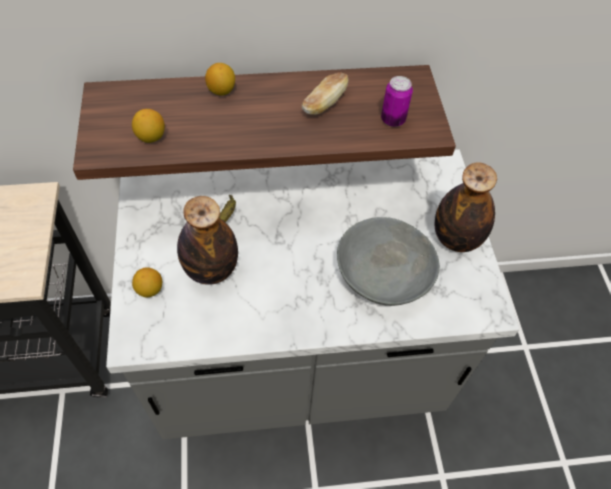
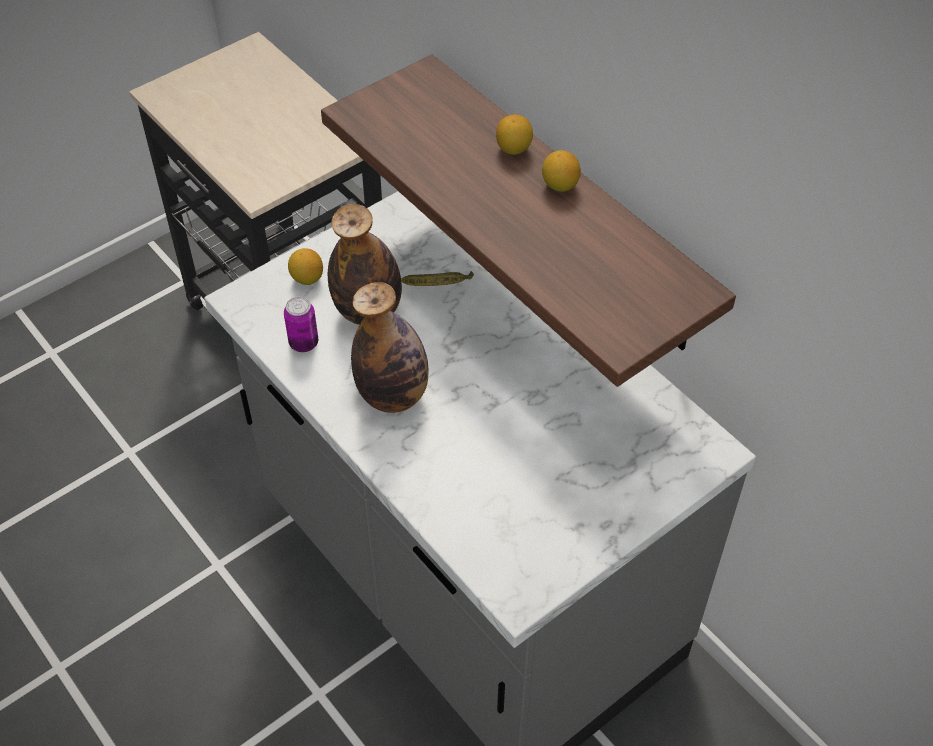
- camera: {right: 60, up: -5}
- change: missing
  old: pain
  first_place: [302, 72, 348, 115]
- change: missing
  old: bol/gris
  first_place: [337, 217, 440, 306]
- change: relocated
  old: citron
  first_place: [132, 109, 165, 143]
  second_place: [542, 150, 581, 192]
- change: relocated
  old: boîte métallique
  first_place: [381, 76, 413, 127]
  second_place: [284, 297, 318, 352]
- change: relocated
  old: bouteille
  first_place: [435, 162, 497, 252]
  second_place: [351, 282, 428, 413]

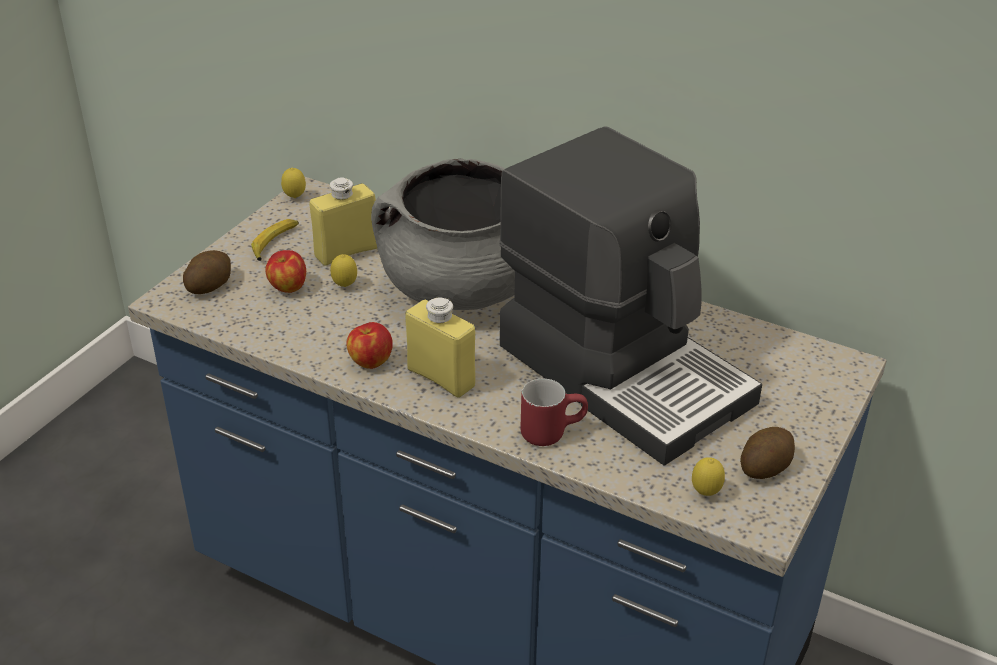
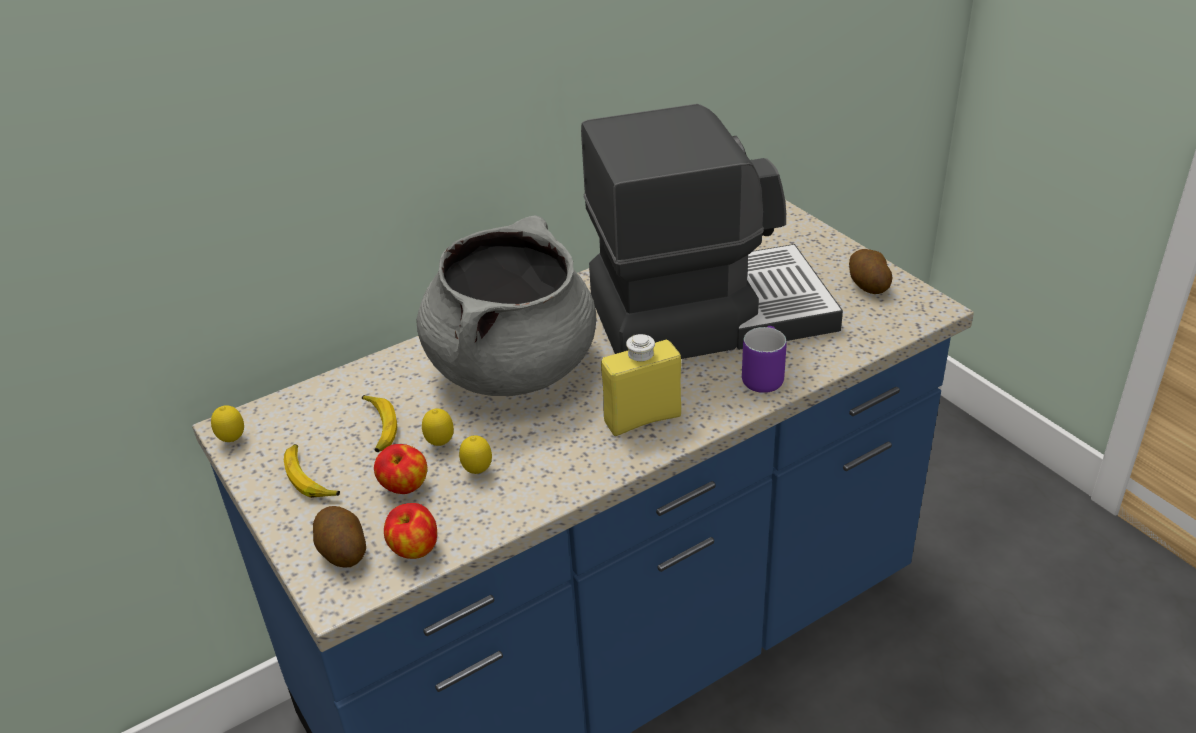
- camera: {right: -60, up: 0}
- change: relocated
  old: pomme
  first_place: [346, 322, 393, 369]
  second_place: [384, 503, 437, 559]
- change: relocated
  old: citron
  first_place: [692, 457, 725, 496]
  second_place: [459, 435, 492, 474]
- change: exchanged
  old: bouteille/jaune
  new: banane
  first_place: [310, 178, 377, 266]
  second_place: [362, 395, 397, 452]
- change: colour
  old: mug/rouge
  new: mug/violet
  first_place: [520, 379, 588, 446]
  second_place: [742, 326, 787, 393]

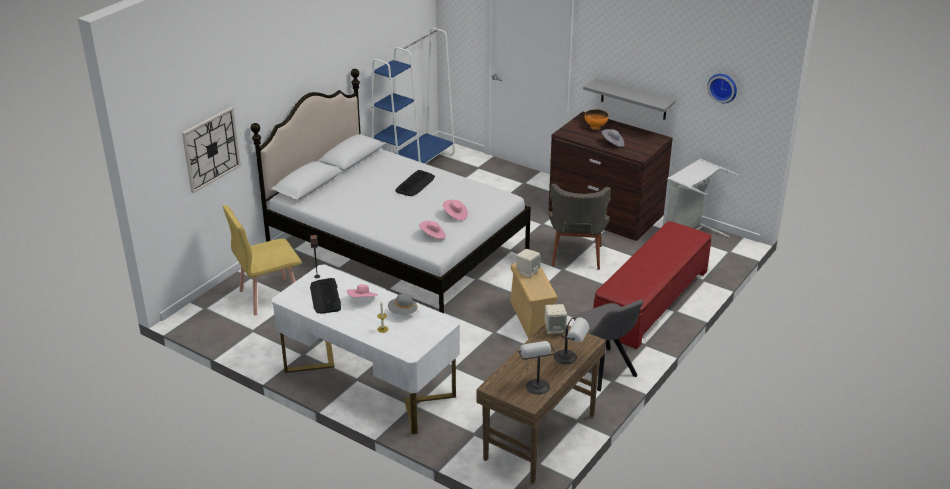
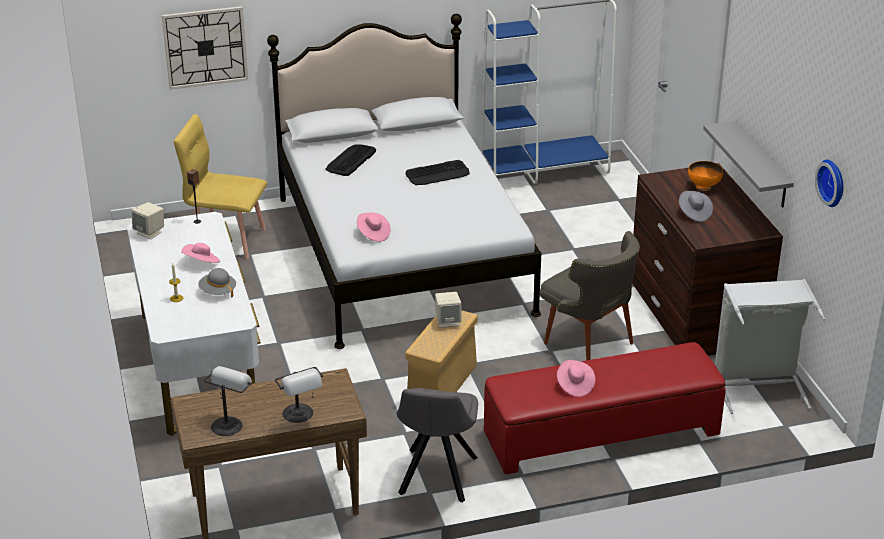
- camera: {right: 40, up: 0}
- change: relocated
  old: clavier
  first_place: [310, 278, 341, 313]
  second_place: [325, 144, 376, 176]
- change: relocated
  old: chapeau/rose
  first_place: [443, 200, 468, 220]
  second_place: [557, 360, 595, 397]
- change: relocated
  old: enceinte/beige
  first_place: [545, 304, 567, 334]
  second_place: [131, 202, 164, 239]
- change: spun
  old: chaise/gris
  first_place: [549, 183, 611, 270]
  second_place: [539, 231, 640, 360]
  degrees: -90

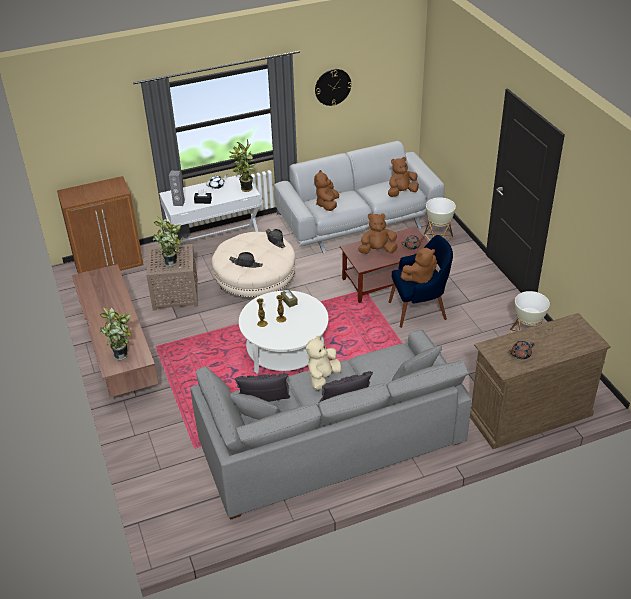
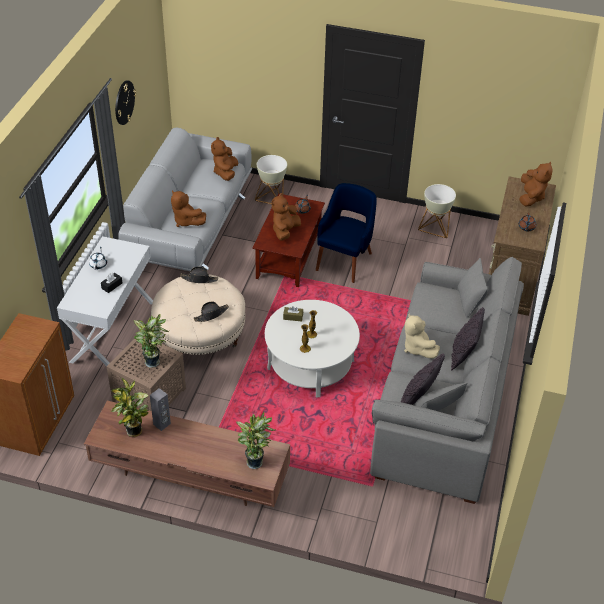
- camera: {right: -55, up: 5}
- change: relocated
  old: enceinte/gris
  first_place: [169, 171, 185, 206]
  second_place: [150, 388, 171, 431]
- change: relocated
  old: plante en pot
  first_place: [229, 139, 257, 192]
  second_place: [111, 377, 149, 437]
- change: relocated
  old: peluche/marron
  first_place: [400, 248, 437, 283]
  second_place: [519, 161, 553, 207]

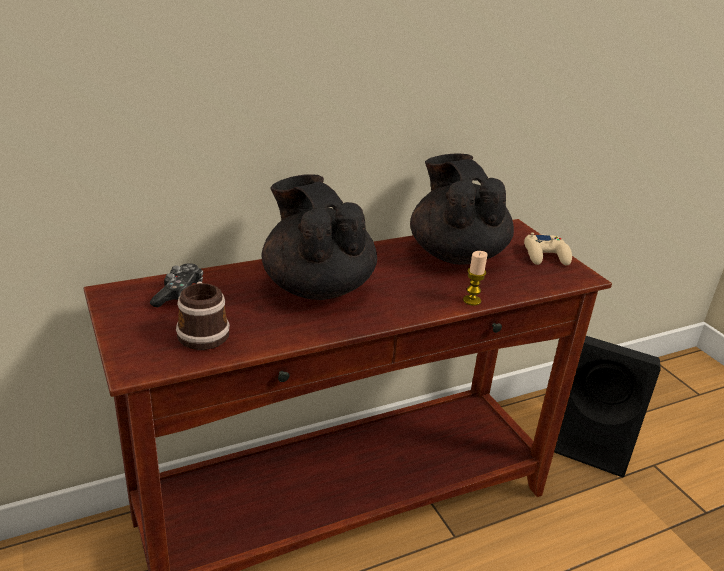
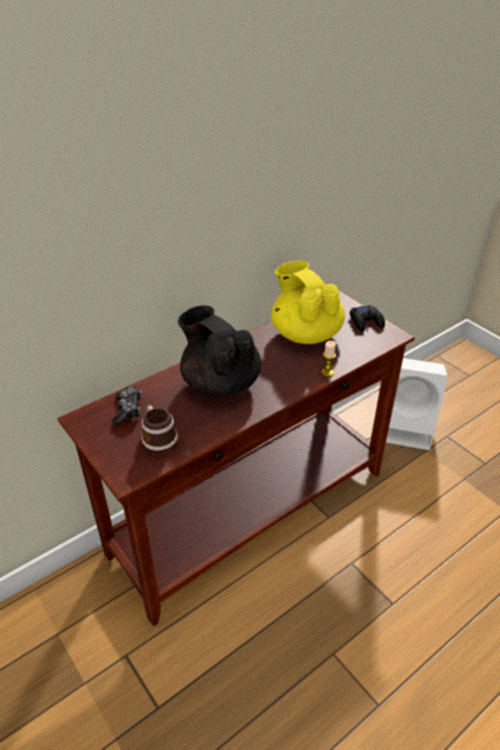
- camera: {right: -10, up: 10}
- change: colour
  old: théière/noir
  new: théière/jaune
  first_place: [410, 153, 514, 264]
  second_place: [271, 261, 345, 344]
- change: colour
  old: manette/beige
  new: manette/noir
  first_place: [524, 232, 572, 266]
  second_place: [350, 305, 385, 332]
- change: colour
  old: enceinte/noir
  new: enceinte/blanc
  first_place: [554, 336, 661, 477]
  second_place: [386, 358, 448, 450]

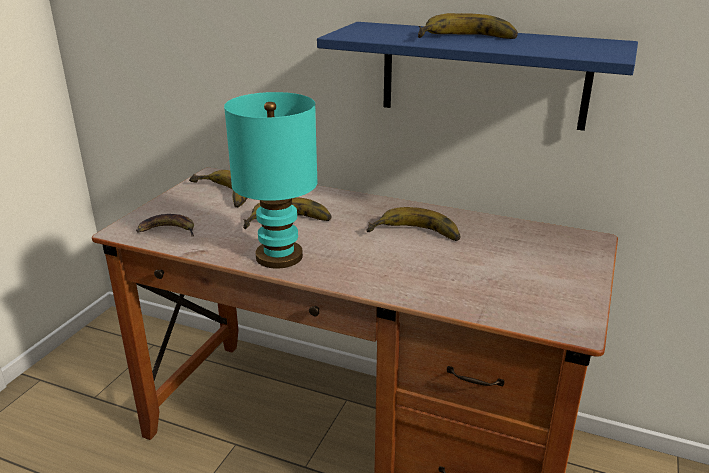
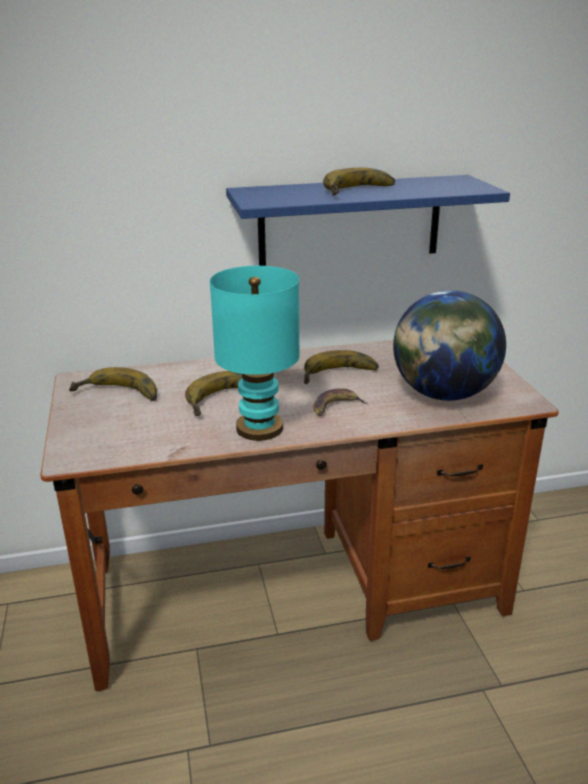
- camera: {right: -35, up: 0}
- change: appeared
  new: globe
  second_place: [393, 290, 506, 401]
- change: relocated
  old: banane
  first_place: [136, 214, 194, 236]
  second_place: [313, 388, 367, 416]

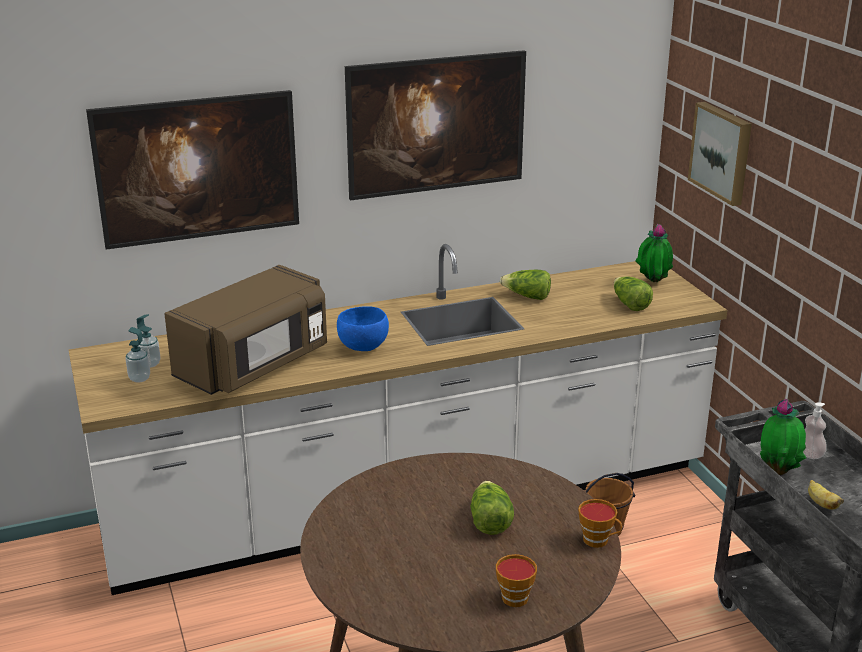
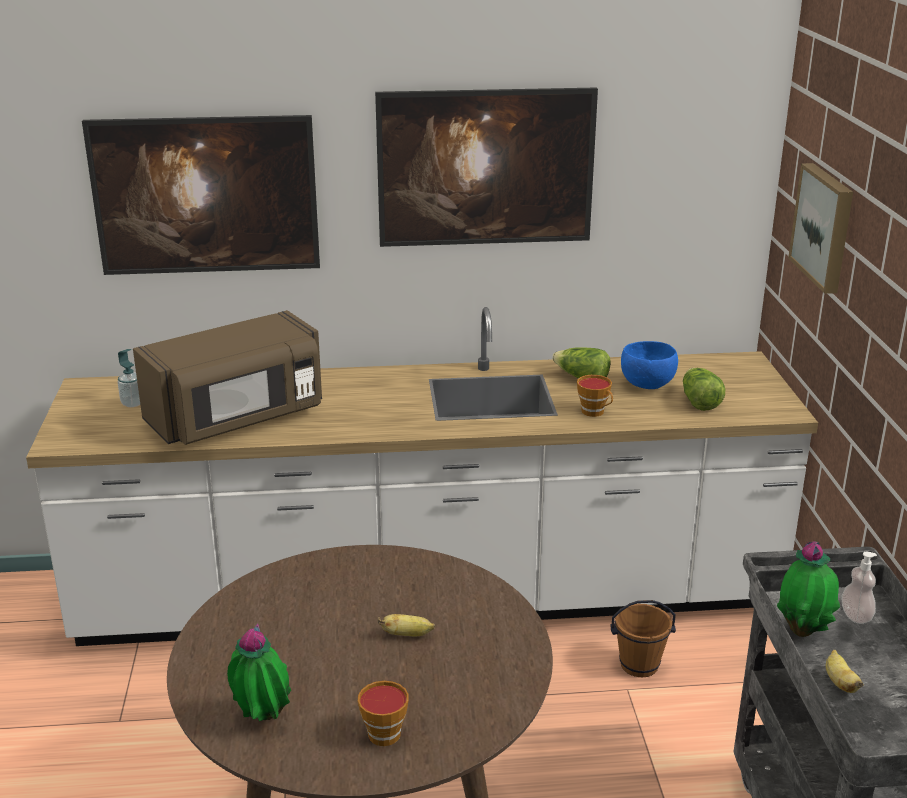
- camera: {right: 15, up: 0}
- change: missing
  old: distributeur de savon
  first_place: [126, 327, 150, 383]
- change: relocated
  old: bol/bleu
  first_place: [337, 306, 389, 351]
  second_place: [621, 341, 678, 389]
- change: relocated
  old: tasse
  first_place: [578, 499, 622, 548]
  second_place: [577, 375, 613, 417]
- change: relocated
  old: plante en pot
  first_place: [636, 223, 673, 282]
  second_place: [227, 623, 291, 721]
- change: exchanged
  old: laitue
  new: banane
  first_place: [470, 481, 514, 535]
  second_place: [378, 614, 435, 637]

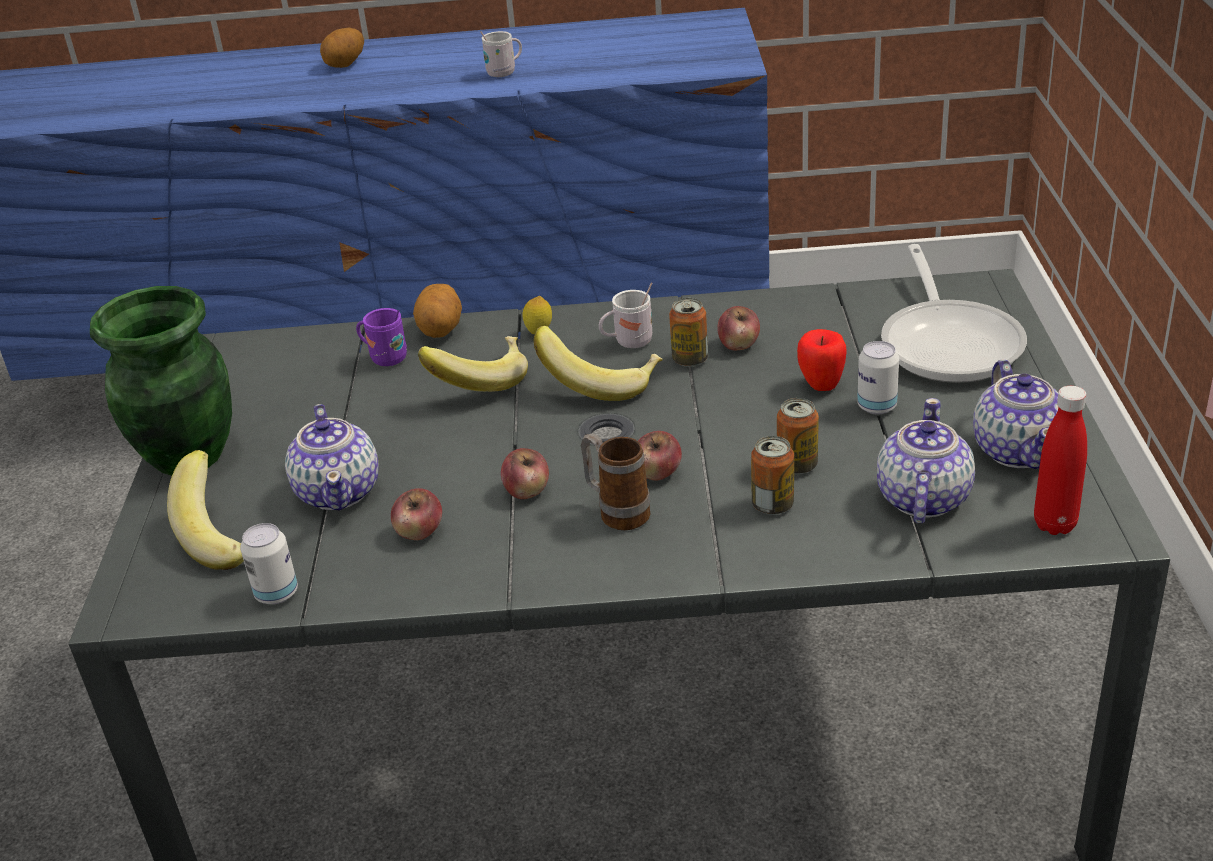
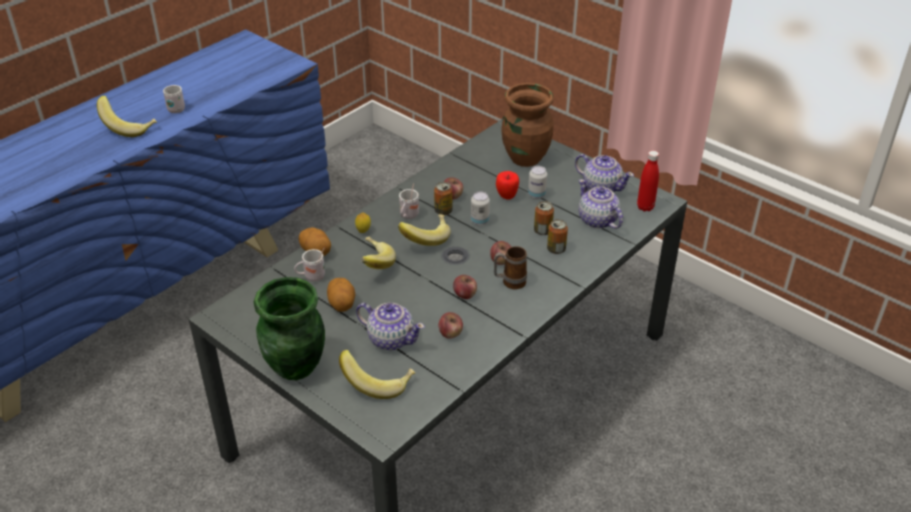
- camera: {right: -50, up: 5}
- change: appeared
  new: banane
  second_place: [97, 96, 157, 137]
- change: relocated
  old: boîte métallique
  first_place: [240, 523, 298, 604]
  second_place: [471, 191, 490, 226]
- change: relocated
  old: pomme de terre
  first_place: [320, 28, 364, 68]
  second_place: [327, 278, 356, 312]
- change: exchanged
  old: poêle
  new: vase/marron
  first_place: [881, 244, 1027, 383]
  second_place: [501, 83, 554, 167]
- change: colour
  old: mug/violet
  new: mug/blanc
  first_place: [356, 308, 407, 366]
  second_place: [294, 248, 325, 282]

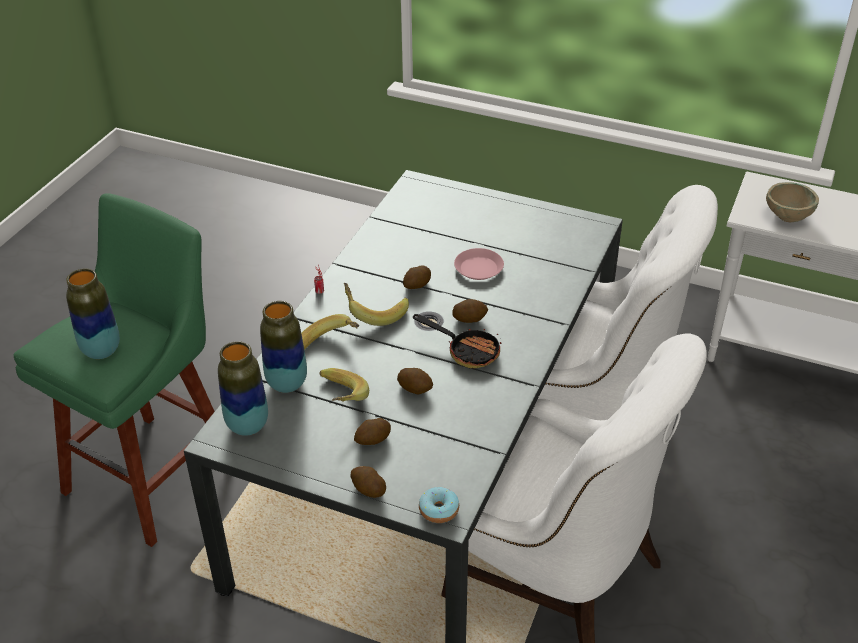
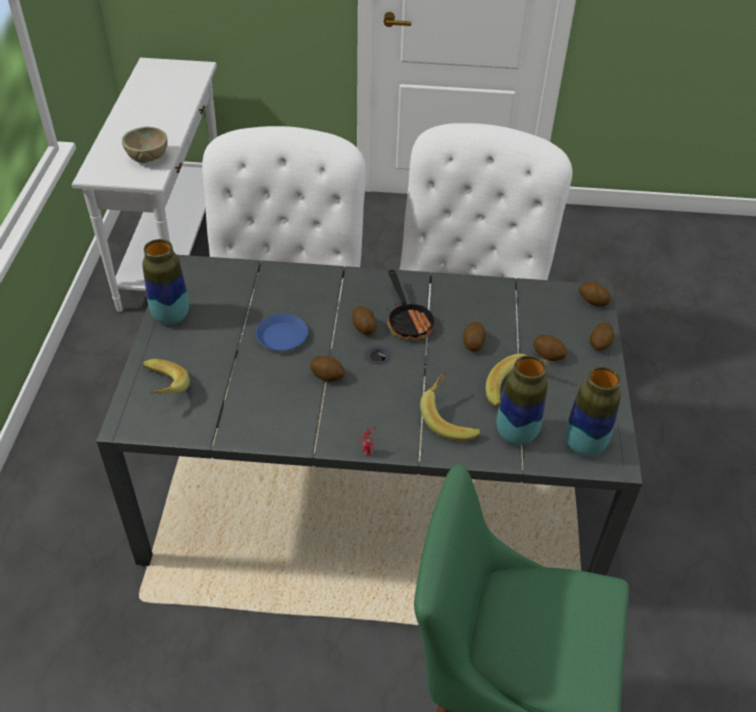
- camera: {right: -110, up: 5}
- change: relocated
  old: vase
  first_place: [66, 269, 120, 359]
  second_place: [142, 239, 189, 325]
- change: relocated
  old: banane
  first_place: [344, 283, 409, 326]
  second_place: [143, 359, 190, 395]
- change: exchanged
  old: beignet
  new: pomme de terre
  first_place: [419, 487, 459, 523]
  second_place: [579, 282, 611, 307]
- change: colour
  old: assiette/rose
  new: assiette/bleu
  first_place: [454, 248, 504, 280]
  second_place: [256, 314, 308, 351]
- change: spun
  old: poêle
  first_place: [413, 314, 501, 368]
  second_place: [387, 270, 437, 340]
  degrees: 150

